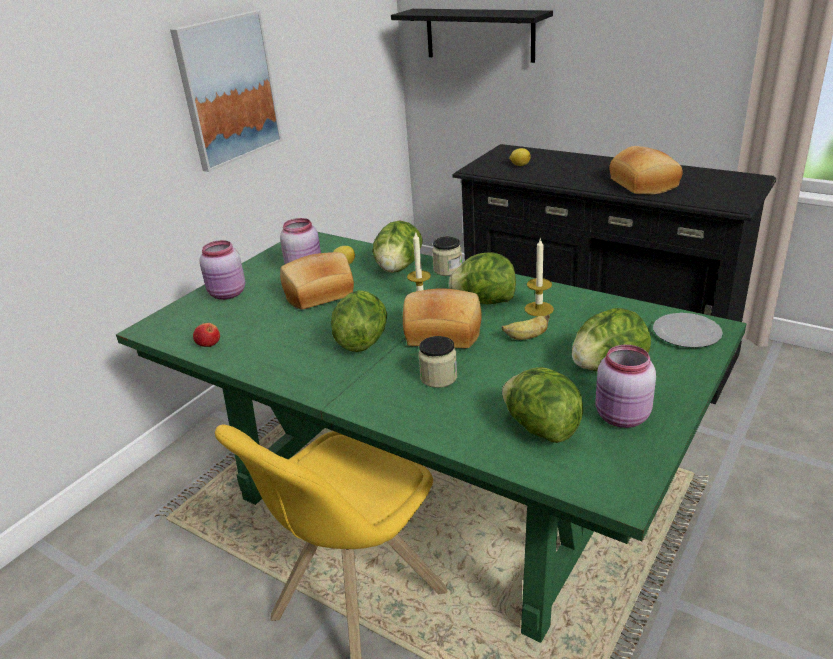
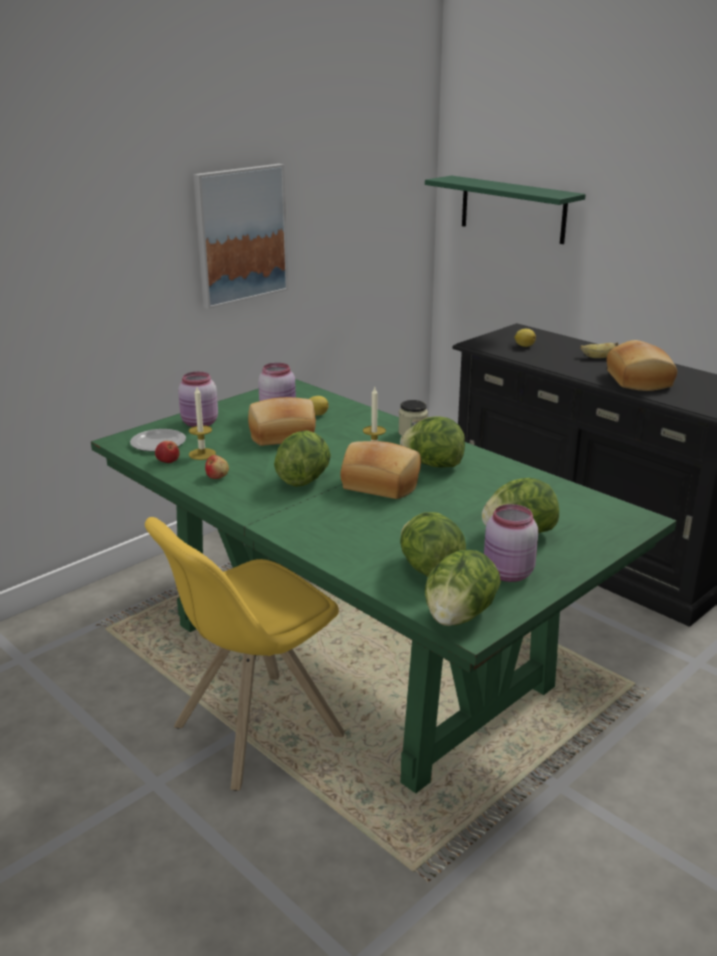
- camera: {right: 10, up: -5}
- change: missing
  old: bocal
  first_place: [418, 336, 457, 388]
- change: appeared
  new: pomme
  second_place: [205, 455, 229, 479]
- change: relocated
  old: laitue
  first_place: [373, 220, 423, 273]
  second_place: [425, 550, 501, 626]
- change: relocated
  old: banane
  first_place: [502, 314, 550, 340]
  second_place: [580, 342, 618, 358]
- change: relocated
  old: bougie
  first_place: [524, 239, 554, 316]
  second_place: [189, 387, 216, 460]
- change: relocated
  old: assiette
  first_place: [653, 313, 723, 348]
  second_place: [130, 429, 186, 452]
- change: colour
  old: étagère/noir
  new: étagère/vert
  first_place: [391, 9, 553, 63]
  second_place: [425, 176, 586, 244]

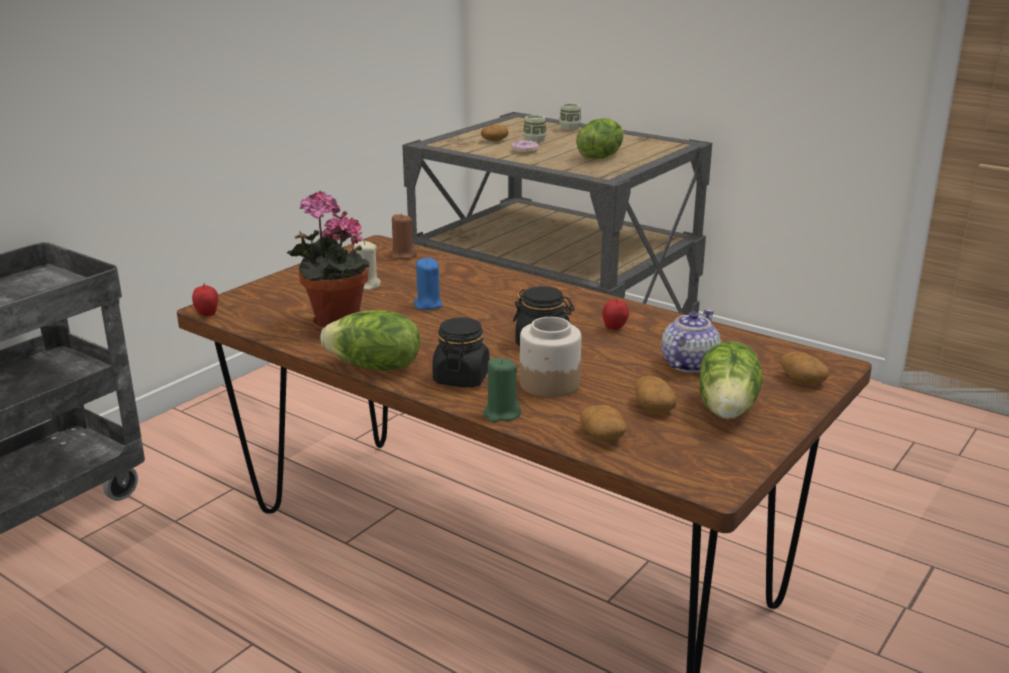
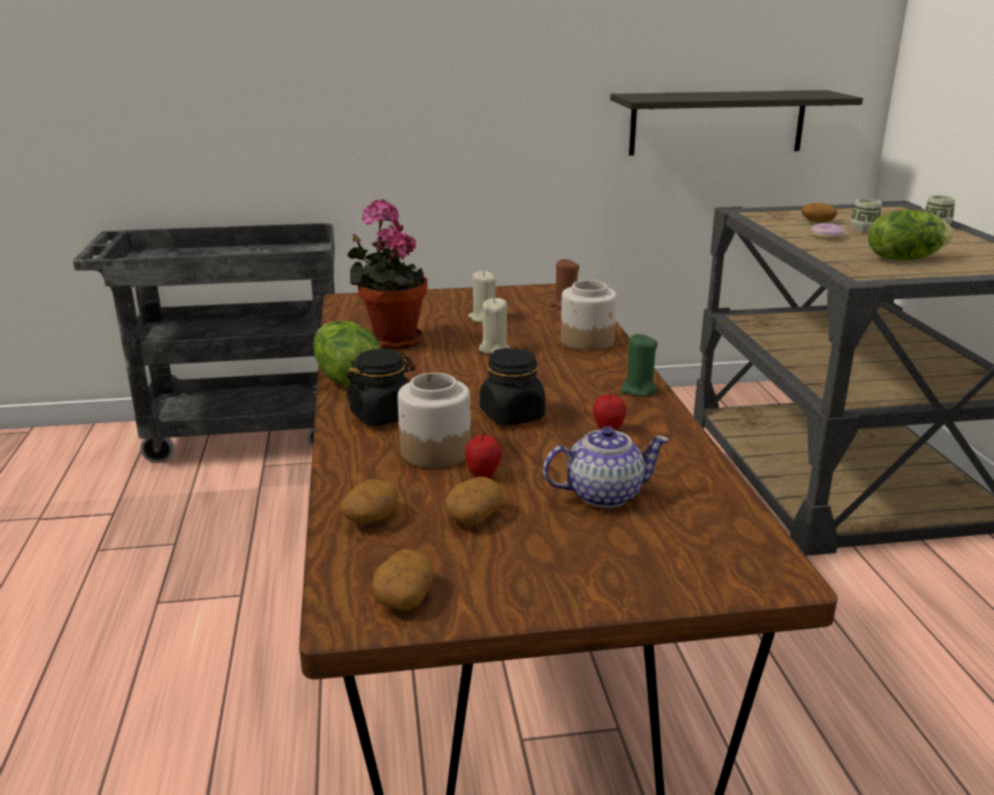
- camera: {right: 45, up: 0}
- change: missing
  old: laitue
  first_place: [699, 341, 762, 419]
- change: appeared
  new: bocal
  second_place: [561, 280, 617, 351]
- change: appeared
  new: étagère
  second_place: [610, 90, 863, 156]
- change: relocated
  old: pomme
  first_place: [192, 283, 218, 316]
  second_place: [465, 433, 502, 478]
- change: relocated
  old: bougie/vert
  first_place: [483, 358, 521, 423]
  second_place: [620, 334, 658, 397]
- change: relocated
  old: pomme de terre
  first_place: [781, 351, 830, 384]
  second_place: [372, 549, 434, 610]
- change: colour
  old: bougie/bleu
  new: bougie/beige
  first_place: [413, 258, 442, 310]
  second_place: [479, 298, 510, 354]

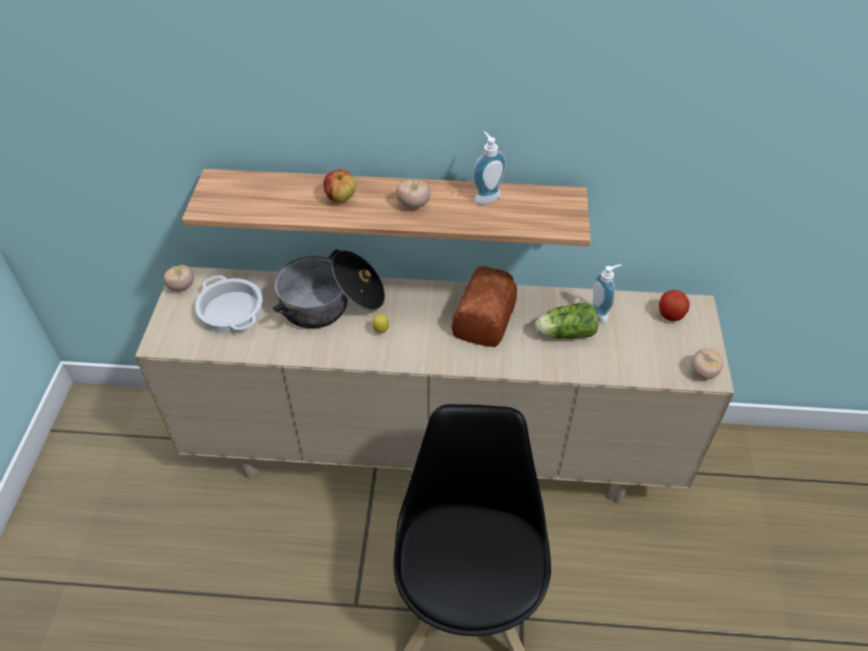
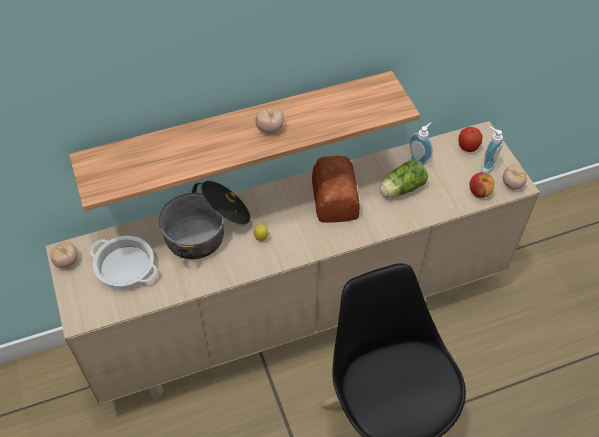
- camera: {right: -25, up: 5}
- change: relocated
  old: pomme
  first_place: [323, 170, 356, 203]
  second_place: [469, 172, 495, 198]
- change: relocated
  old: distributeur de savon
  first_place: [472, 131, 507, 204]
  second_place: [481, 126, 503, 174]

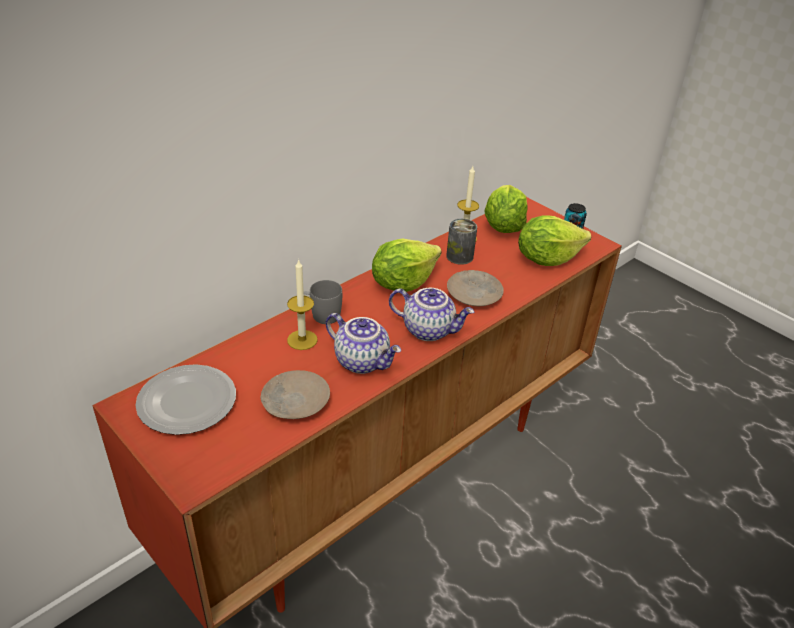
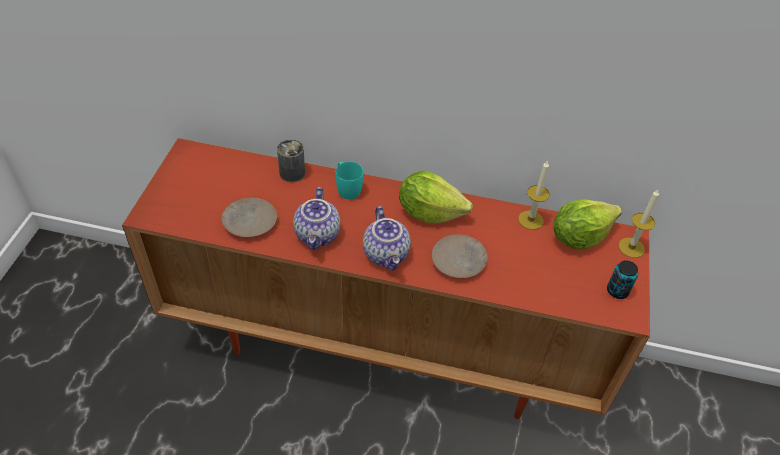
- camera: {right: 55, up: 10}
- change: missing
  old: assiette
  first_place: [135, 364, 236, 435]
- change: missing
  old: laitue
  first_place: [518, 216, 591, 266]
- change: relocated
  old: bougie
  first_place: [287, 259, 318, 350]
  second_place: [618, 189, 659, 258]
- change: relocated
  old: boîte métallique
  first_place: [446, 219, 477, 265]
  second_place: [277, 139, 305, 182]
- change: colour
  old: mug/gris
  new: mug/turquoise
  first_place: [304, 280, 342, 324]
  second_place: [336, 162, 363, 199]

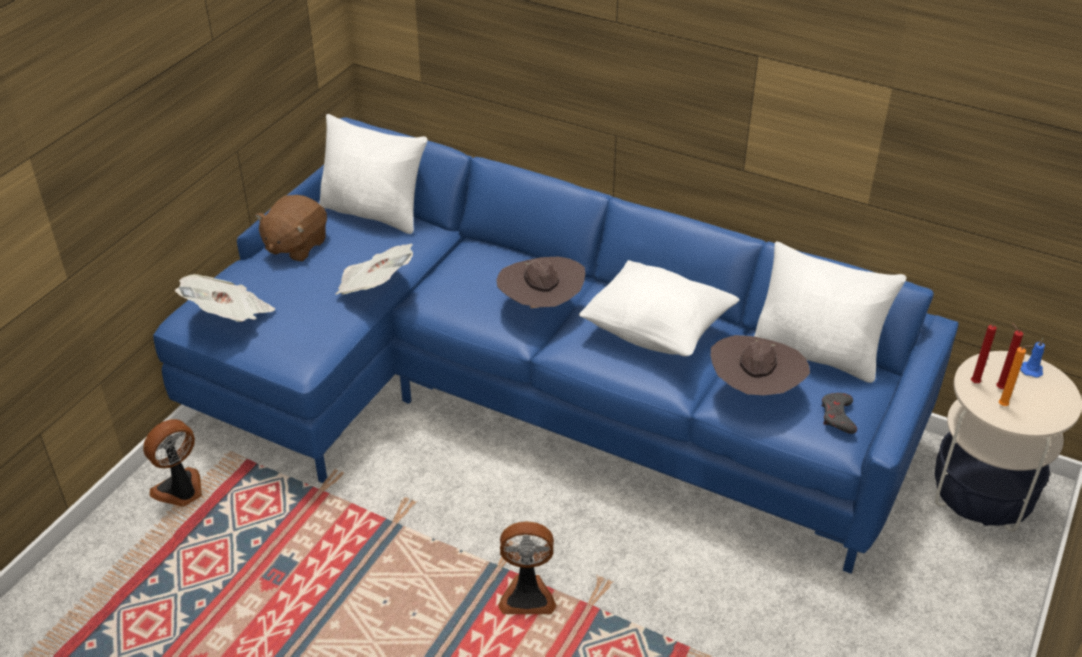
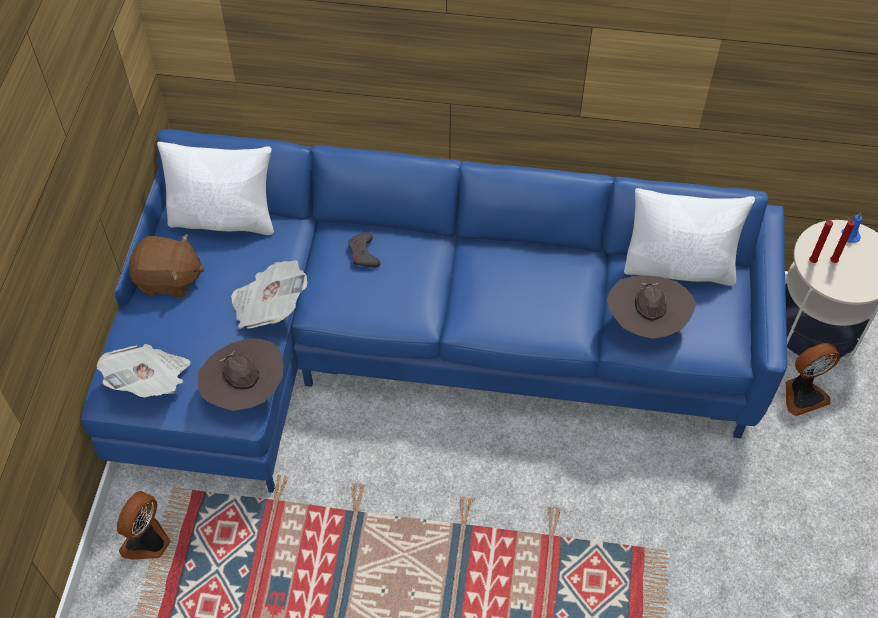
- camera: {right: -20, up: 15}
- change: missing
  old: coussin/blanc
  first_place: [579, 260, 740, 356]
- change: missing
  old: bougie/orange
  first_place: [999, 345, 1033, 406]
- change: relocated
  old: chapeau/marron
  first_place: [496, 257, 585, 308]
  second_place: [197, 338, 283, 411]
- change: relocated
  old: ventilateur
  first_place: [499, 521, 556, 614]
  second_place: [786, 343, 840, 416]
- change: relocated
  old: manette/gris
  first_place: [822, 393, 857, 434]
  second_place: [348, 233, 380, 268]
- change: spun
  old: peluche/marron
  first_place: [255, 195, 327, 261]
  second_place: [129, 234, 204, 298]
  degrees: -90

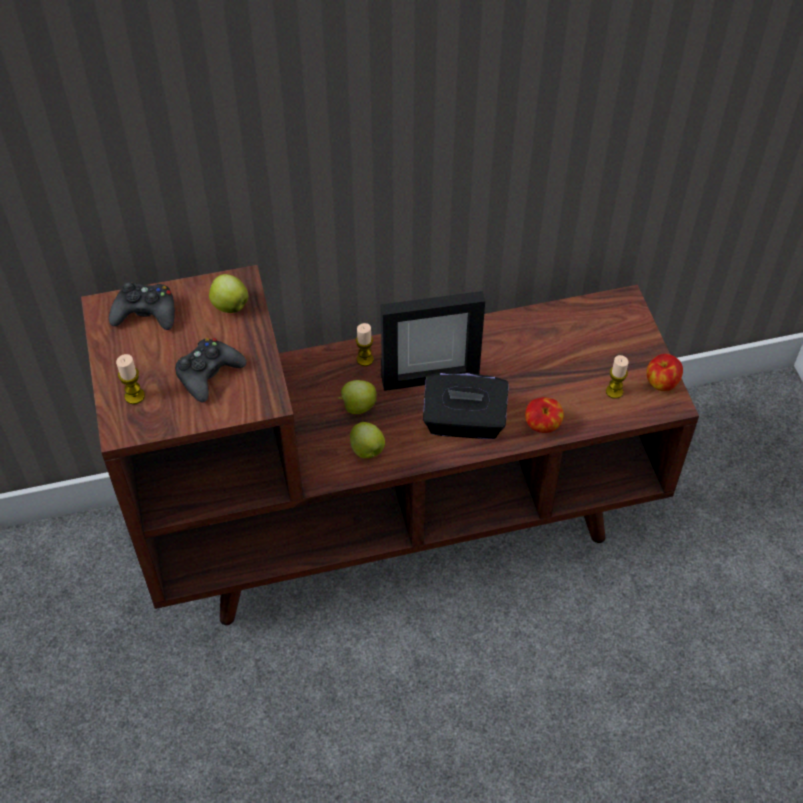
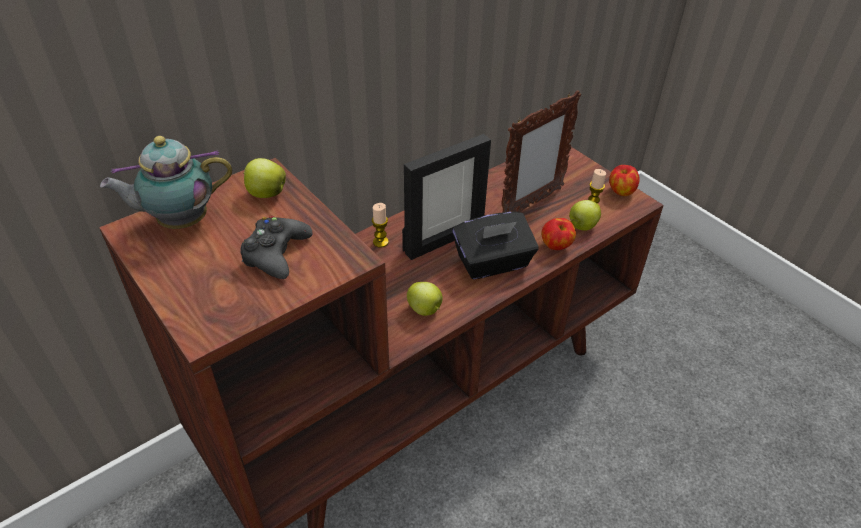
- camera: {right: -25, up: -10}
- change: missing
  old: bougie
  first_place: [116, 354, 145, 404]
- change: appeared
  new: cadre photo
  second_place: [502, 90, 581, 212]
- change: relocated
  old: pomme
  first_place: [338, 380, 377, 414]
  second_place: [569, 200, 601, 231]
- change: exchanged
  old: manette/noir
  new: théière
  first_place: [109, 282, 175, 330]
  second_place: [100, 136, 232, 229]

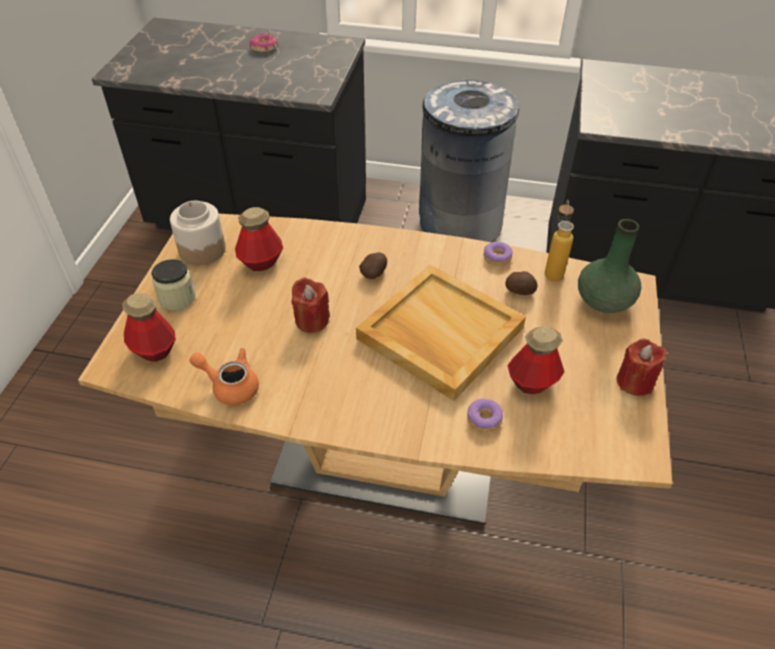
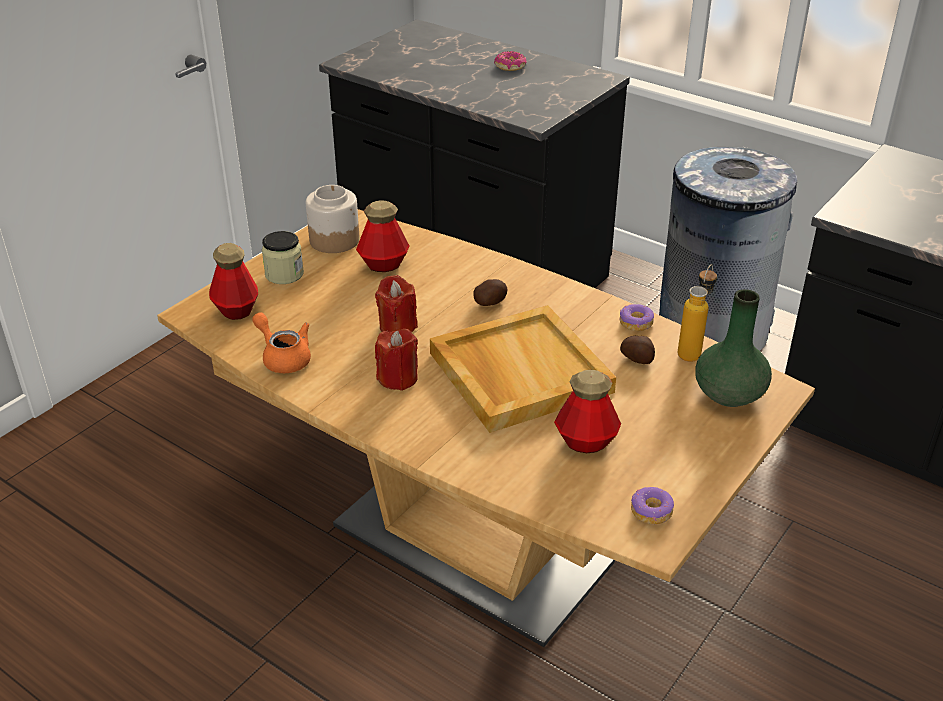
- camera: {right: 25, up: -10}
- change: relocated
  old: beignet
  first_place: [467, 399, 503, 432]
  second_place: [631, 487, 674, 525]
- change: relocated
  old: bougie/rouge
  first_place: [617, 338, 667, 396]
  second_place: [375, 329, 418, 391]

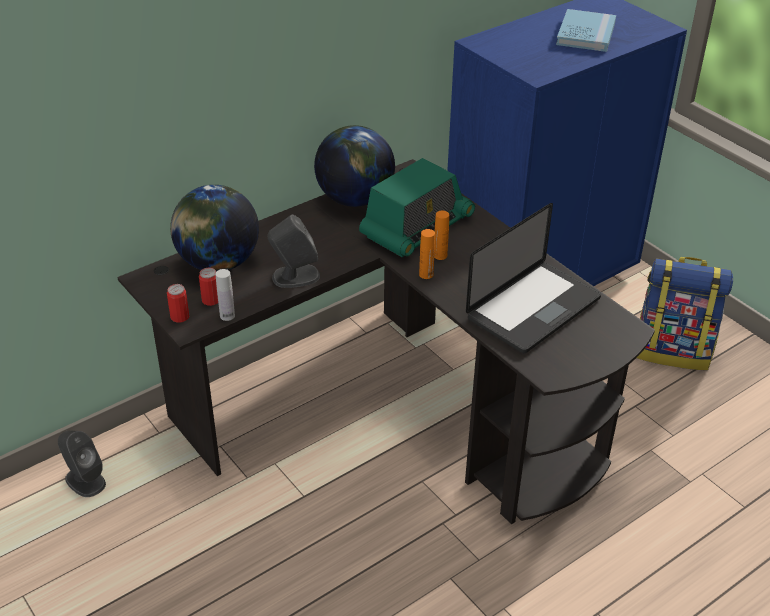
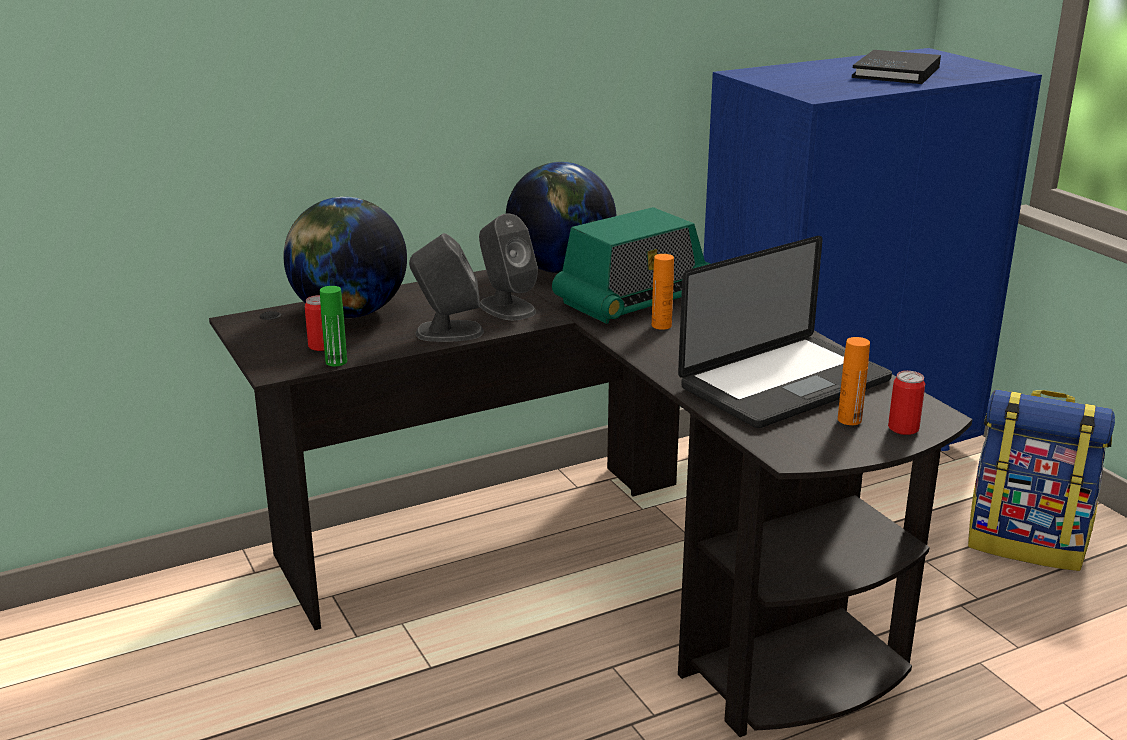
- camera: {right: 10, up: -15}
- change: relocated
  old: enceinte/gris
  first_place: [58, 430, 106, 497]
  second_place: [479, 214, 538, 320]
- change: relocated
  old: boîte métallique
  first_place: [167, 284, 189, 323]
  second_place: [888, 371, 925, 435]
- change: relocated
  old: bouteille/orange
  first_place: [419, 229, 435, 279]
  second_place: [838, 337, 870, 425]
- change: colour
  old: bouteille/blanc
  new: bouteille/vert
  first_place: [216, 269, 235, 321]
  second_place: [320, 286, 347, 366]
- change: colour
  old: livre/bleu
  new: livre/noir
  first_place: [556, 9, 616, 52]
  second_place: [852, 50, 941, 84]

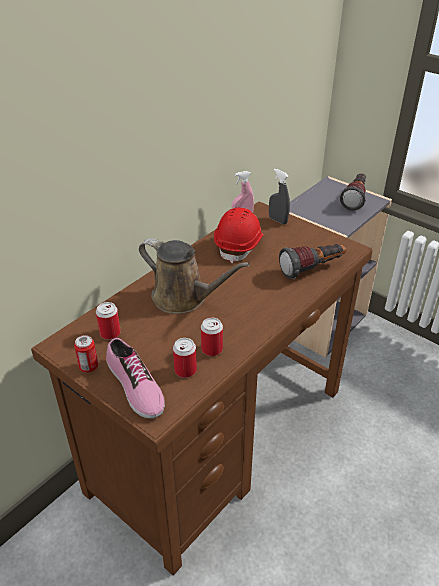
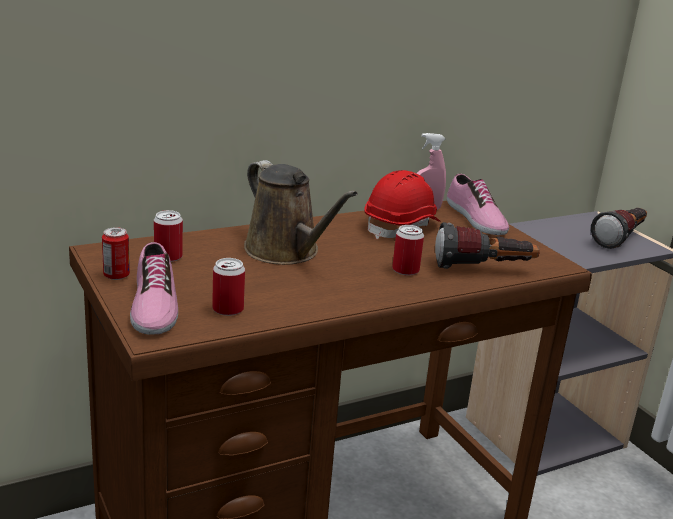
- camera: {right: 20, up: -15}
- change: relocated
  old: boîte métallique
  first_place: [201, 318, 223, 356]
  second_place: [392, 225, 424, 276]
- change: exchanged
  old: vaporisateur/gris
  new: chaussure
  first_place: [269, 169, 290, 224]
  second_place: [447, 174, 509, 235]

